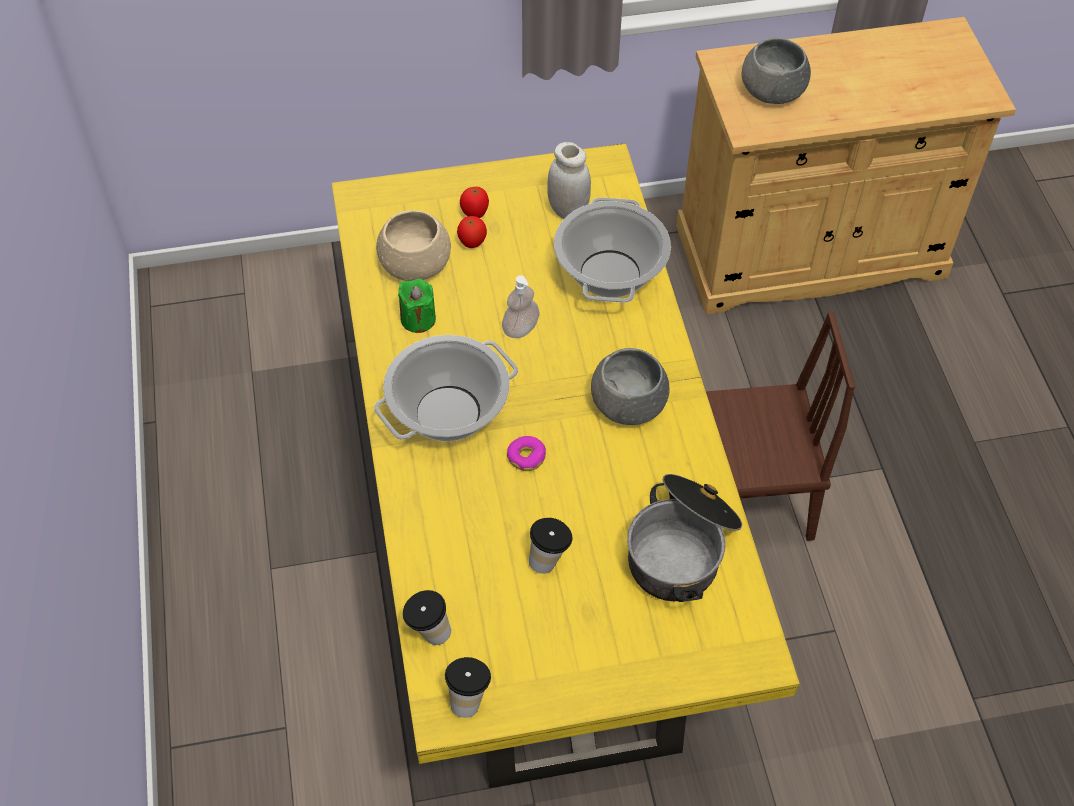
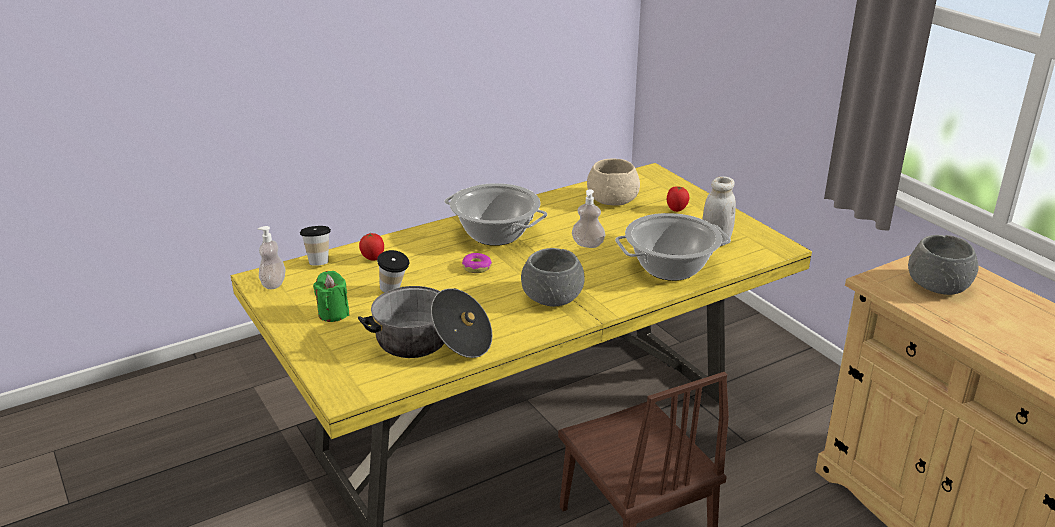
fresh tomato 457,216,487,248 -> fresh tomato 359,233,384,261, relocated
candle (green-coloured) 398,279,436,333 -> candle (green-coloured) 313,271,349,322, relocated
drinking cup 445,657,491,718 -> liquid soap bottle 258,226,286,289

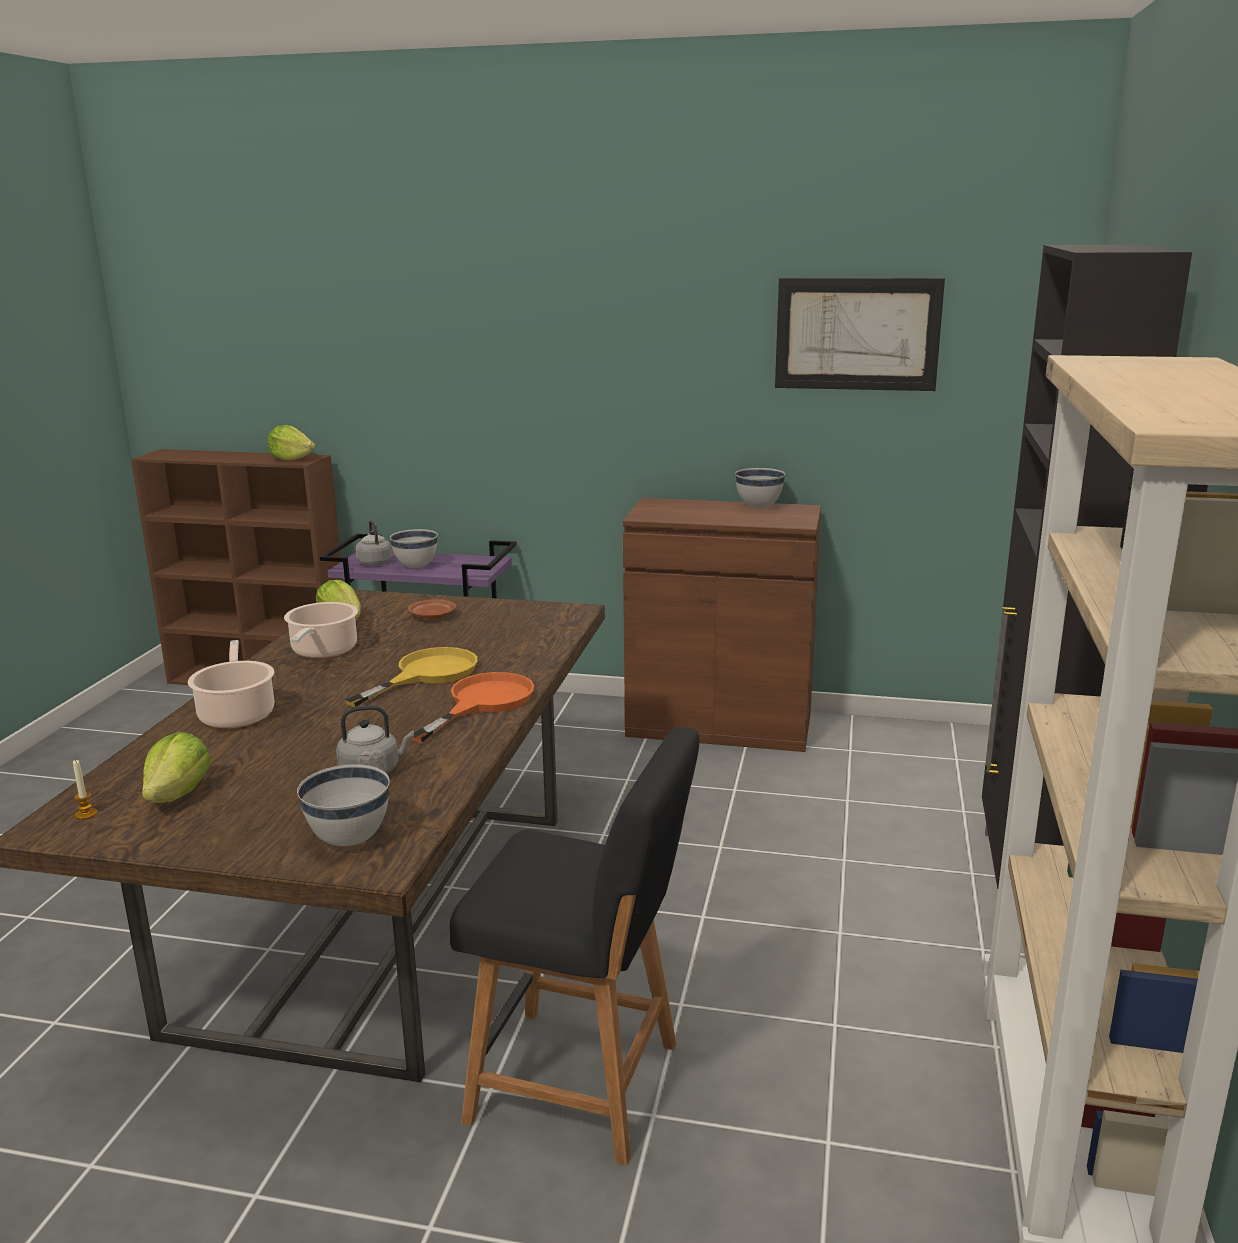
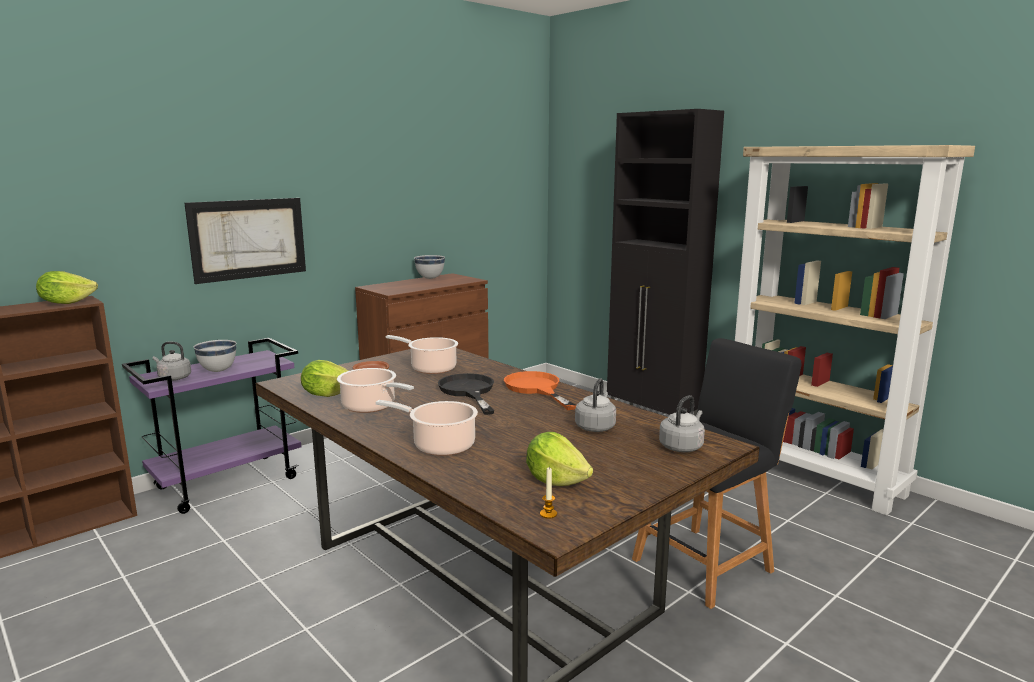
picture 775,278,945,391 -> picture 184,198,306,284, relocated
pan (yellow) 345,647,478,707 -> pan (blackish) 438,373,494,415
serving bowl (white-coloured) 297,764,390,846 -> water kettle (grey) 659,395,705,452
none -> stockpot 386,335,458,374

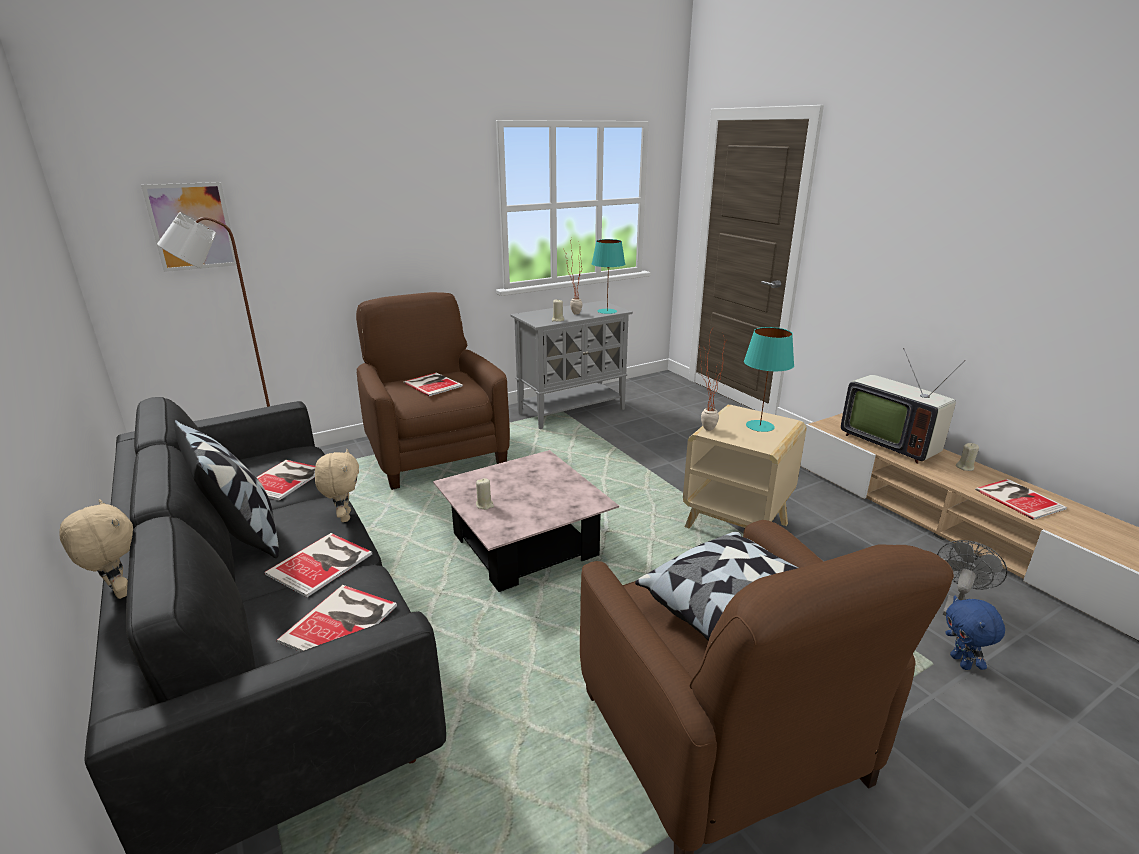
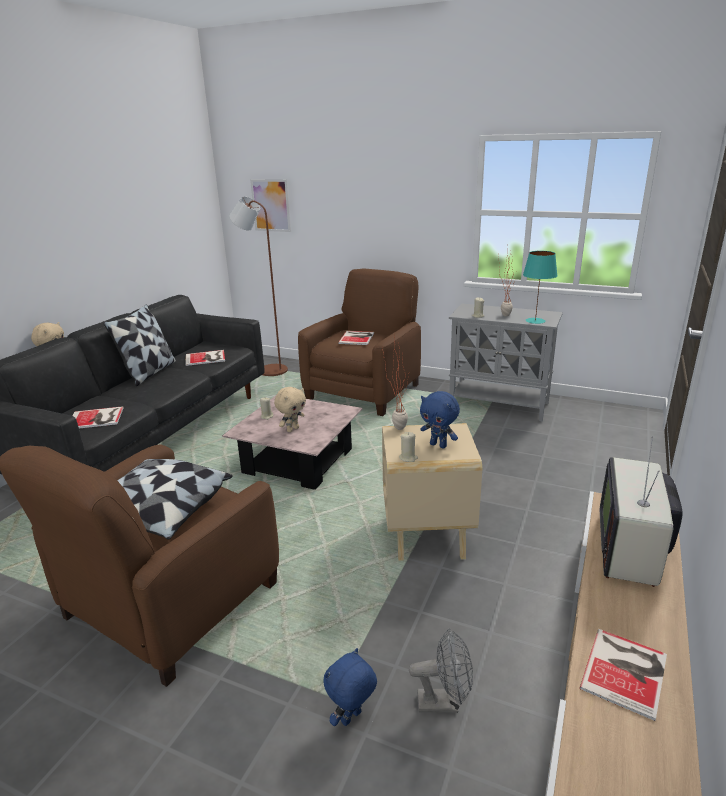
lamp for a table (turquoise-coloured) 744,327,794,432 -> cuddly toy (bluish) 420,391,460,448
candle (sand-coloured) 956,443,979,471 -> candle (sand-coloured) 399,432,418,462, relocated
cuddly toy (sand-coloured) 315,449,359,522 -> cuddly toy (sand-coloured) 274,387,306,432, relocated
volume 264,533,372,597 -> none

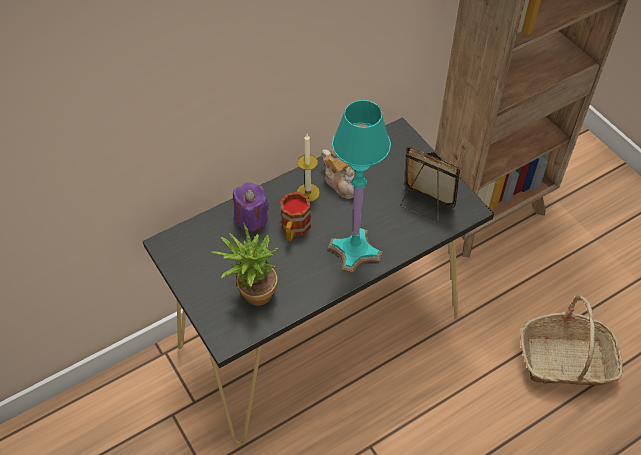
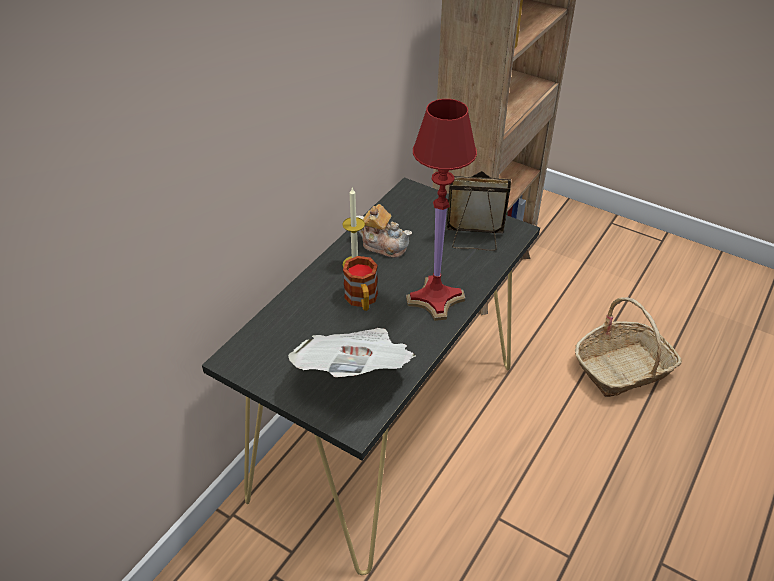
lamp for a table (turquoise-coloured) 328,100,391,274 -> lamp for a table (red-coloured) 406,99,477,321
candle (purple) 233,183,269,232 -> none
plant in a pot 210,223,278,306 -> printed paper 288,328,416,377

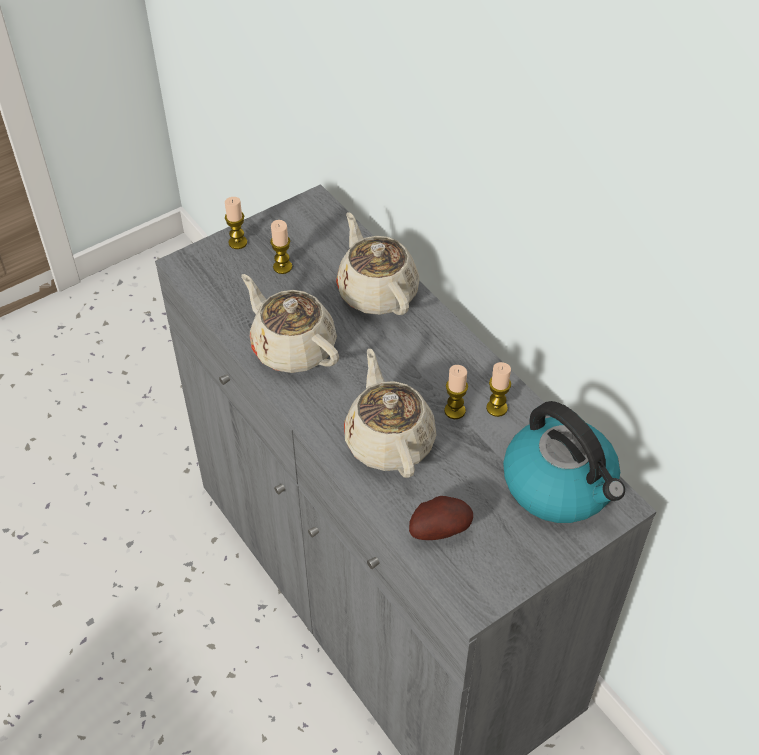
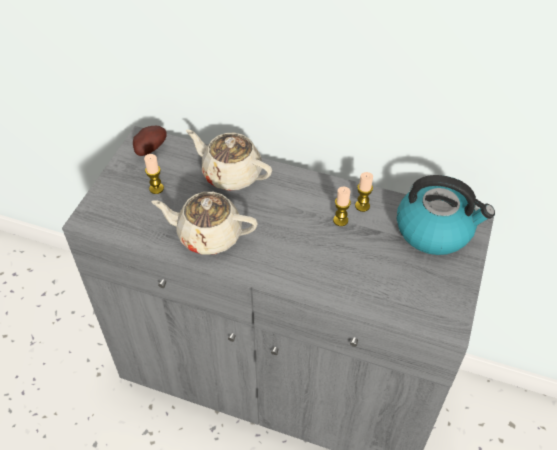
candle 225,197,247,249 -> none
pot for tea (sand-coloured) 344,348,436,478 -> none
spud 409,496,473,540 -> spud 133,126,167,156, relocated

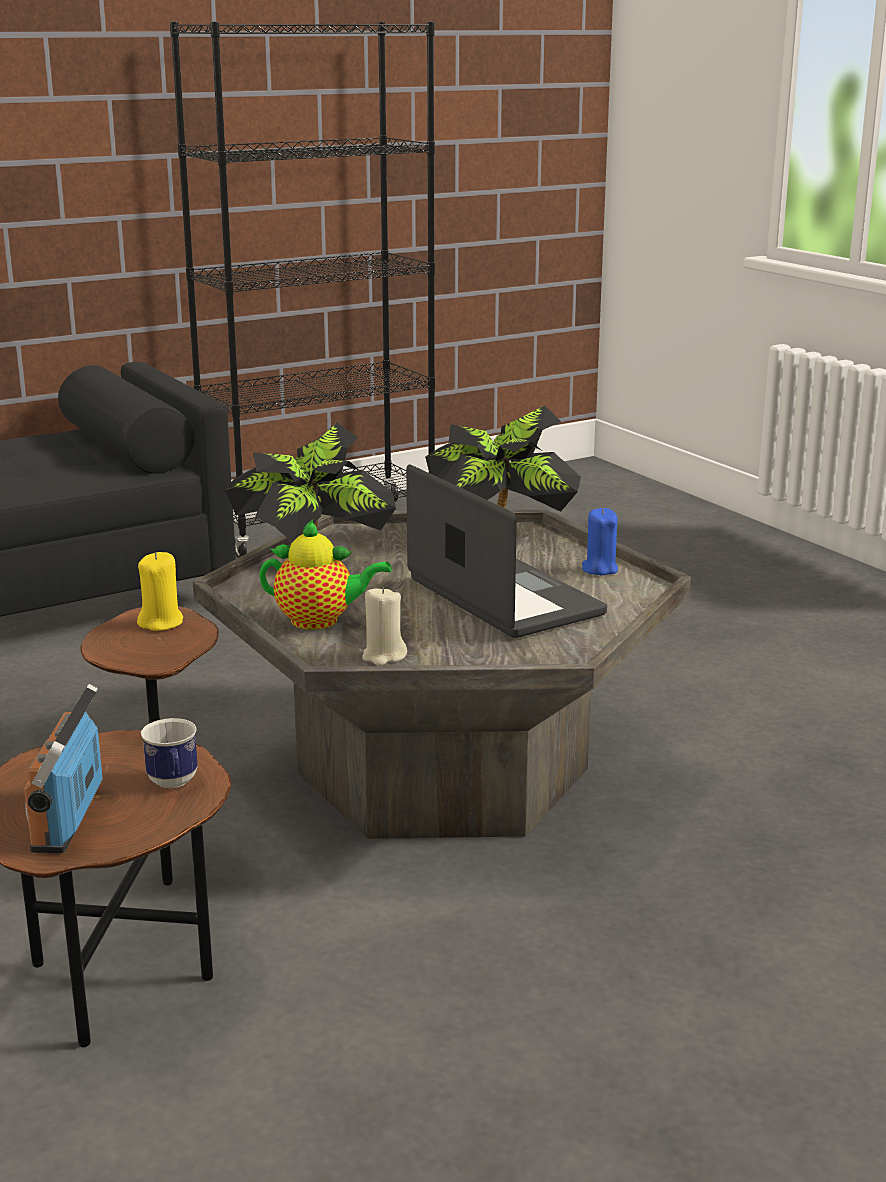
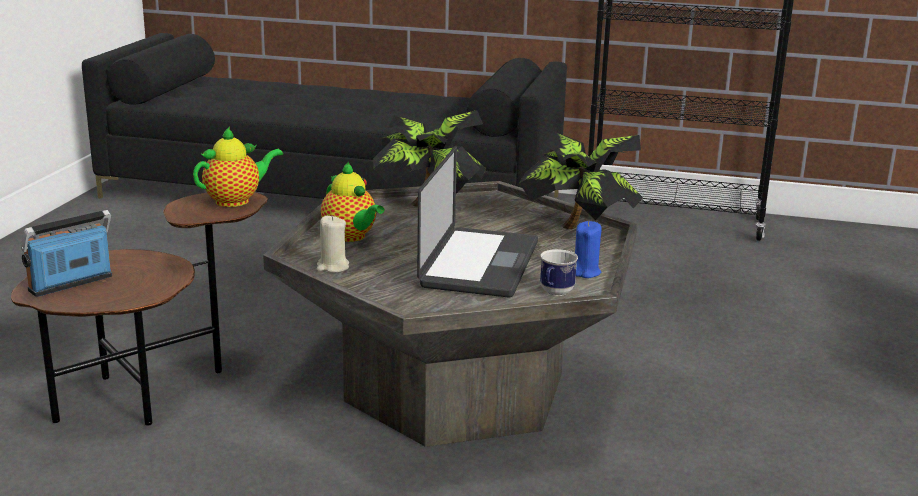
candle (yellow) 137,552,183,631 -> pot for tea 193,127,283,207
tea mug 141,718,198,788 -> tea mug 540,249,578,296, relocated

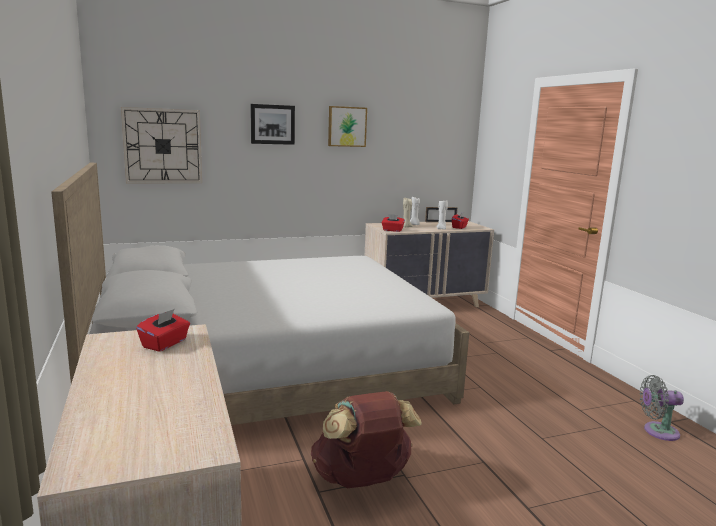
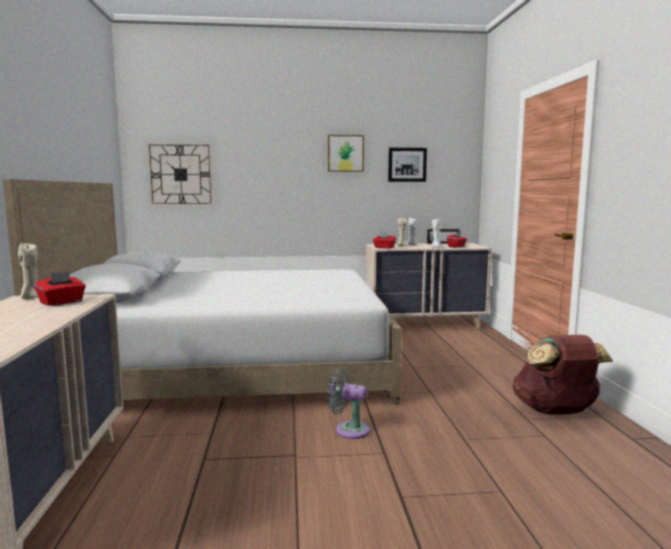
picture 250,104,295,145 -> picture 388,148,427,182, relocated
cooling fan (grey) 639,375,684,441 -> cooling fan (grey) 326,367,370,439, relocated
backpack (brown) 311,391,422,488 -> backpack (brown) 513,335,613,414, relocated
none -> candle (sand-coloured) 18,243,38,299

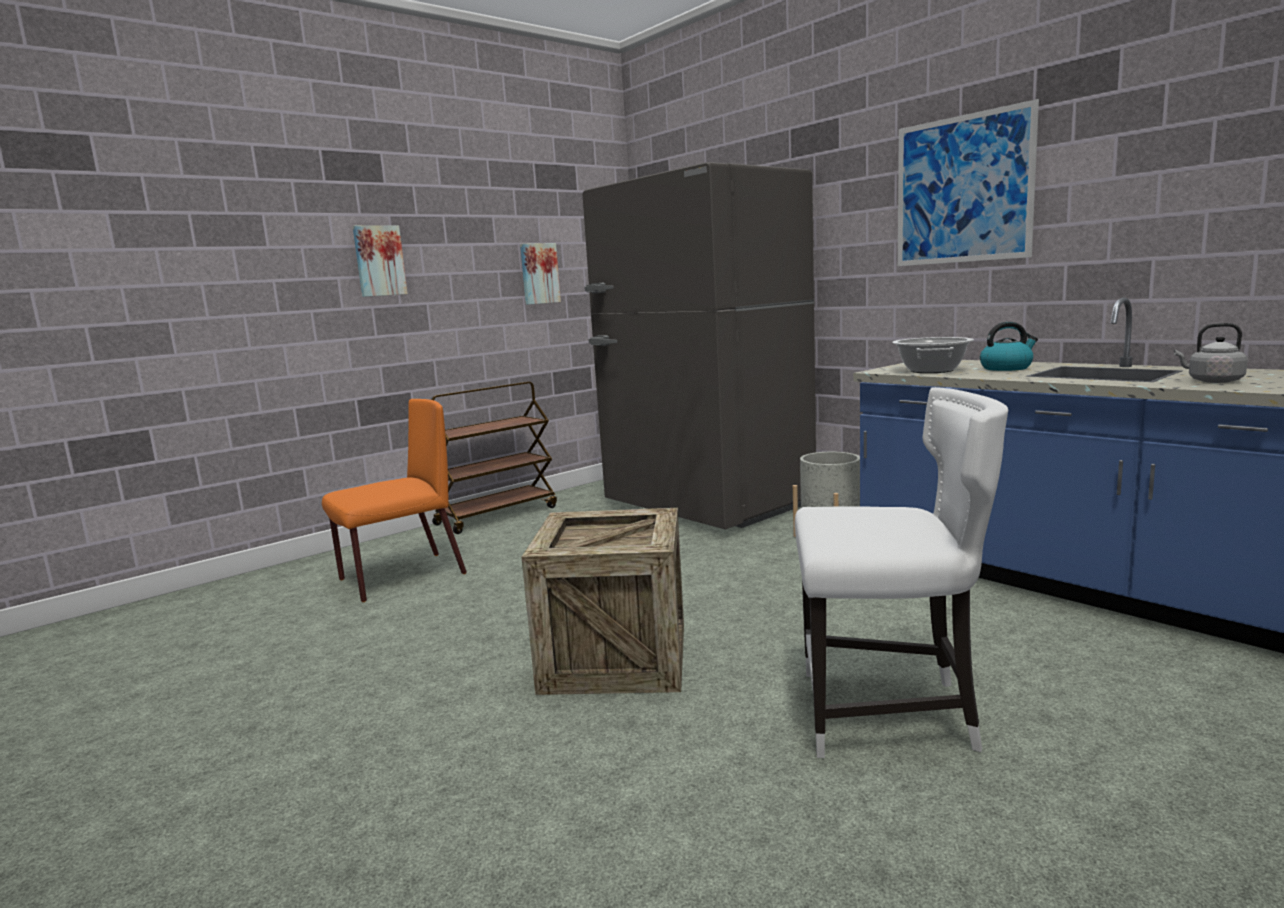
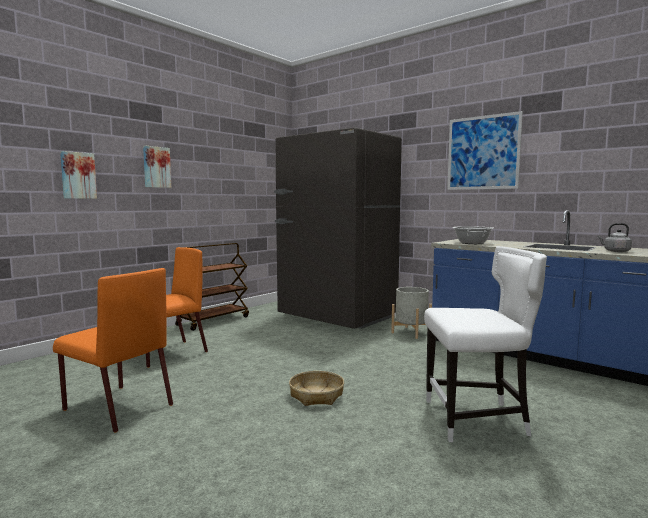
picture 520,243,561,305 -> picture 60,151,97,199, relocated
water kettle 980,322,1038,371 -> none
shipping crate 522,508,684,695 -> storage basket 289,371,344,406
none -> upright chair (orange-coloured) 53,268,173,433

